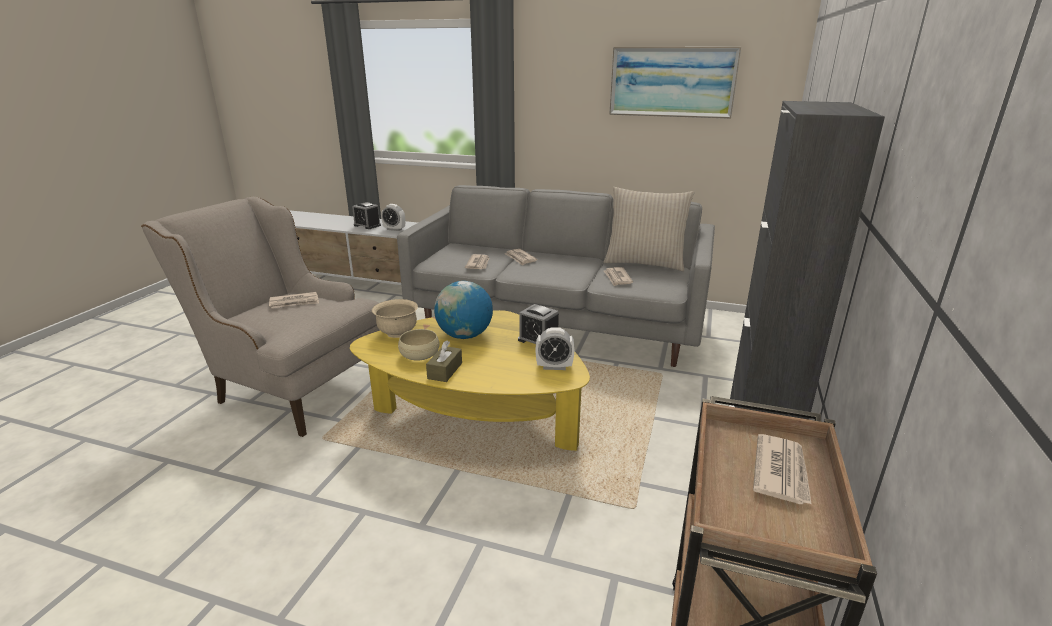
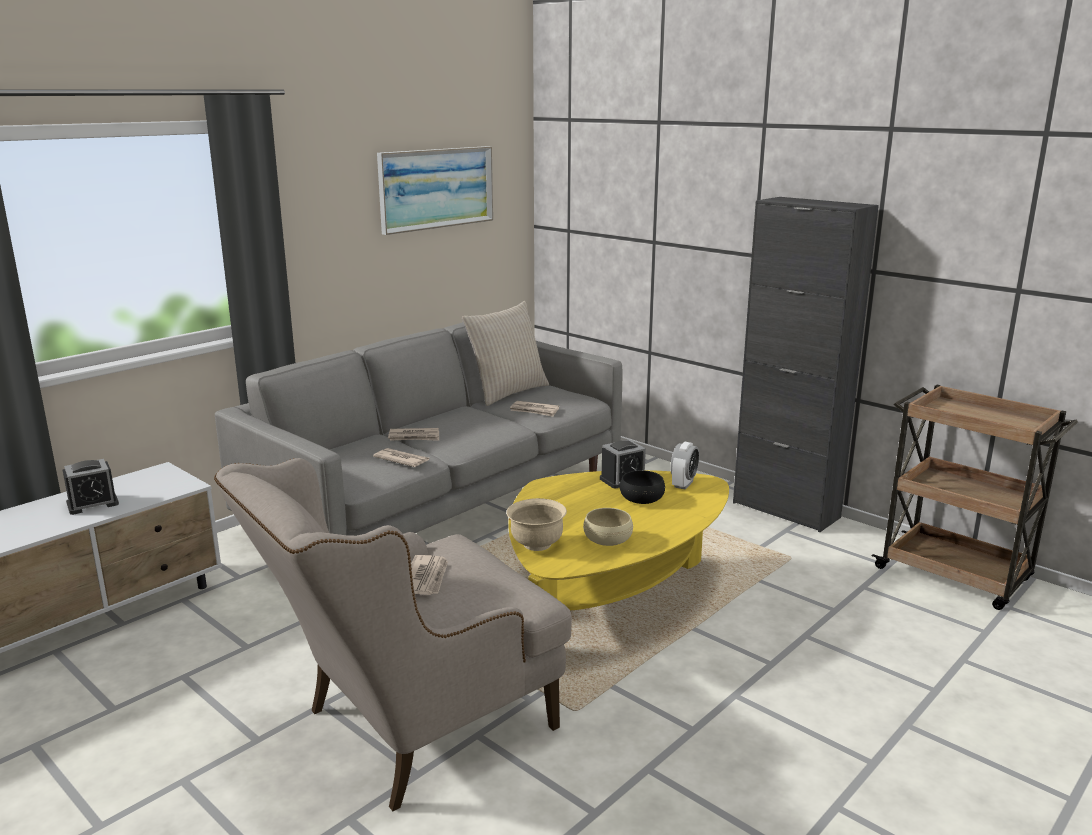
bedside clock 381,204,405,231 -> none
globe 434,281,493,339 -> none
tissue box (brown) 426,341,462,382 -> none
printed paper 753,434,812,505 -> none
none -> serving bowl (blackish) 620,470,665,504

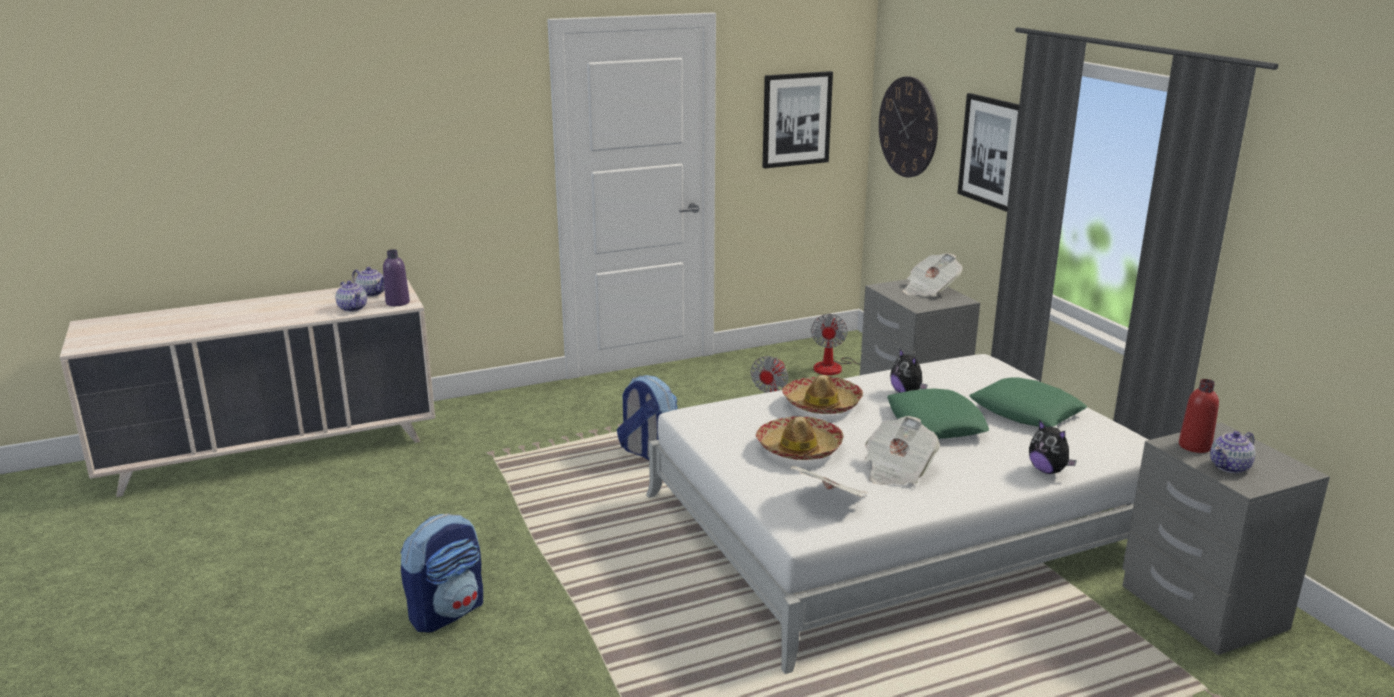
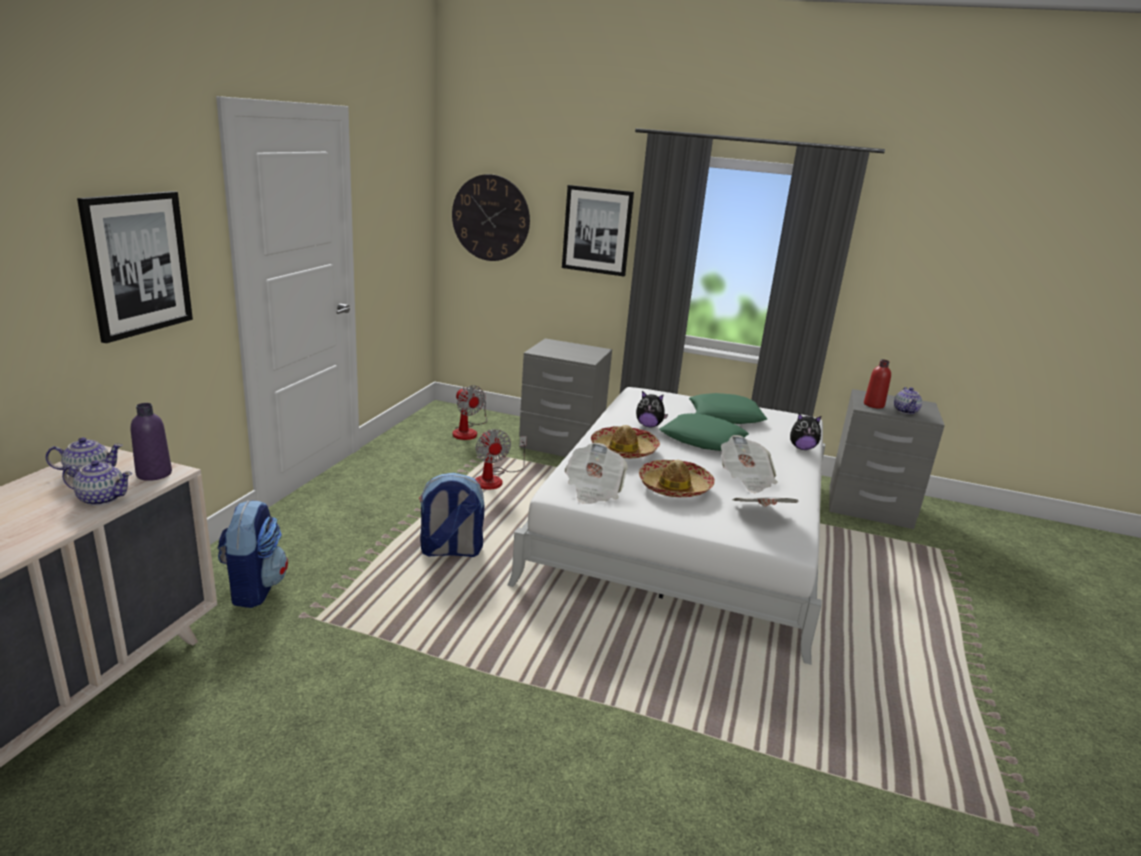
picture 763,71,833,169 -> picture 77,191,193,343, relocated
printed paper 903,253,963,297 -> printed paper 565,443,628,504, relocated
backpack 400,513,483,633 -> backpack 217,500,288,608, relocated

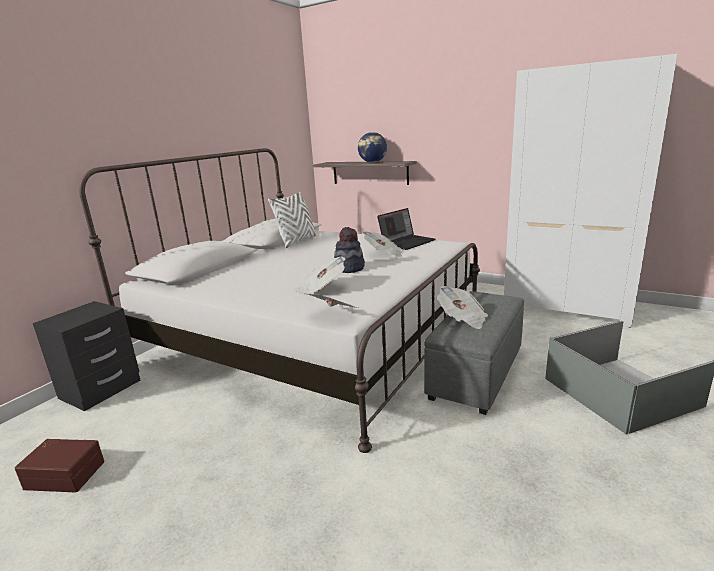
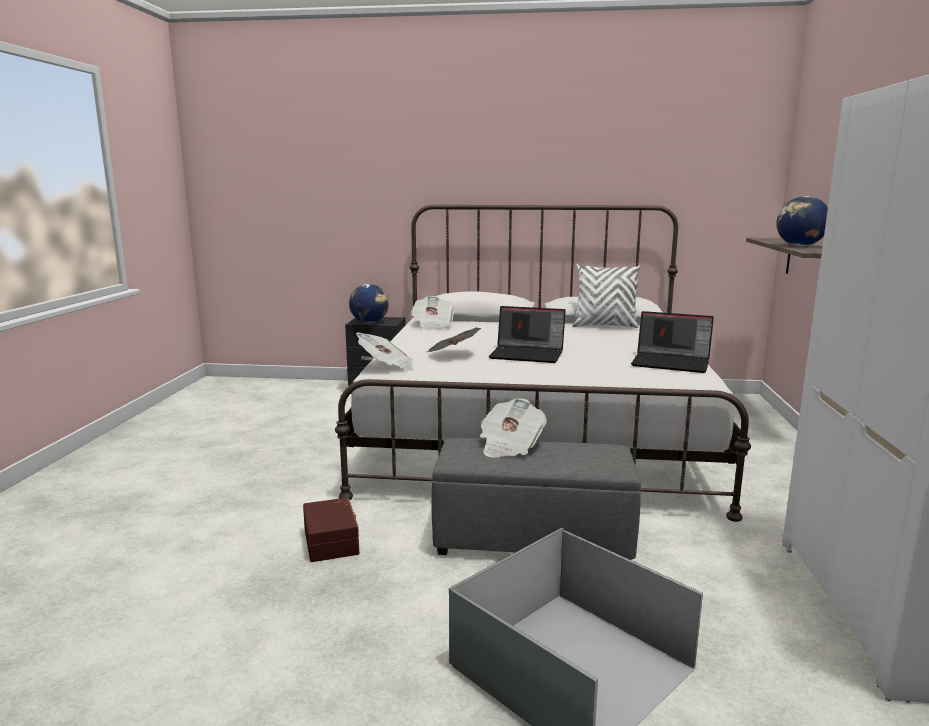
wearable hat 334,227,365,273 -> notebook computer 489,306,566,363
printed paper 363,231,402,257 -> printed paper 411,296,455,331, relocated
storage bin (brown) 14,439,104,493 -> storage bin (brown) 303,497,359,562, relocated
none -> globe 349,284,388,323

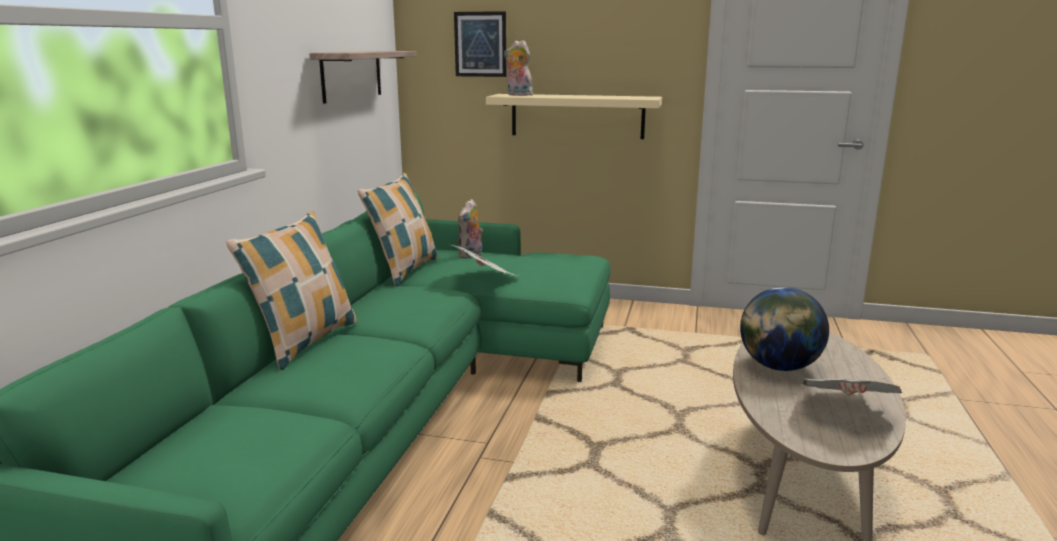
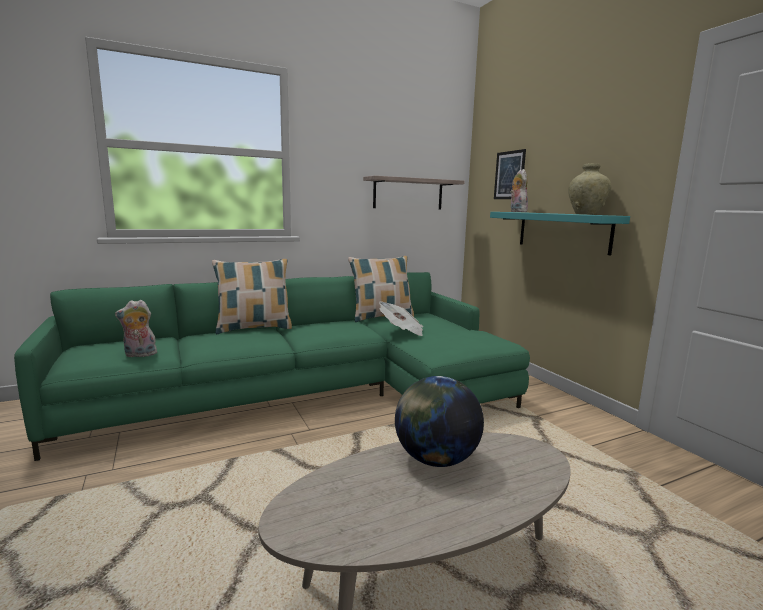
bracket shelf (sand-coloured) 486,94,662,139 -> bracket shelf (turquoise-coloured) 490,212,630,256
cuddly toy 458,199,483,258 -> cuddly toy 115,300,157,357, relocated
printed paper 801,379,903,396 -> none
none -> vase (sand-coloured) 568,163,611,214

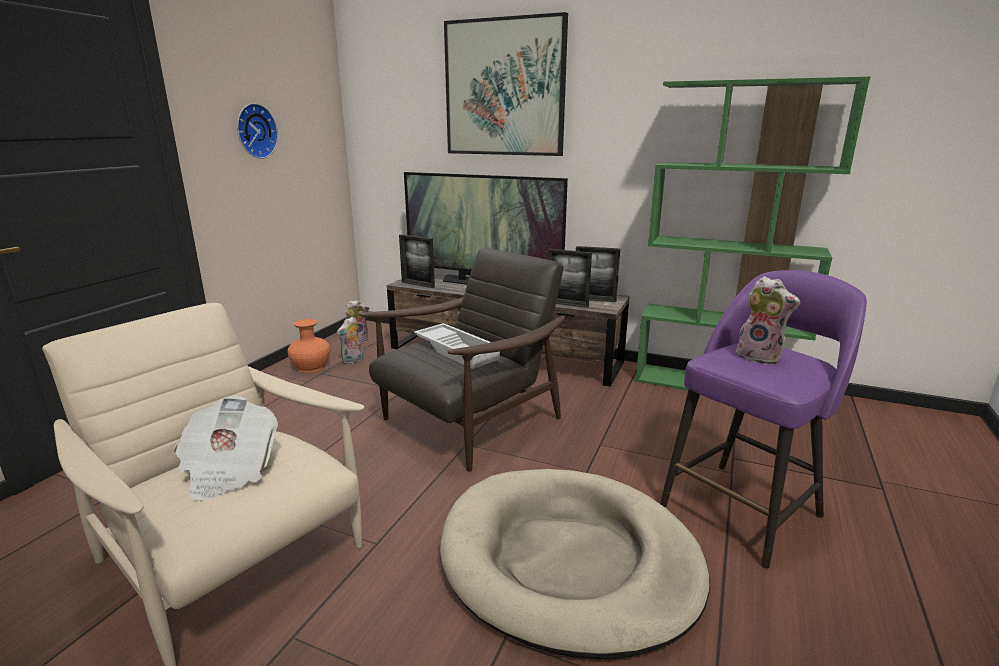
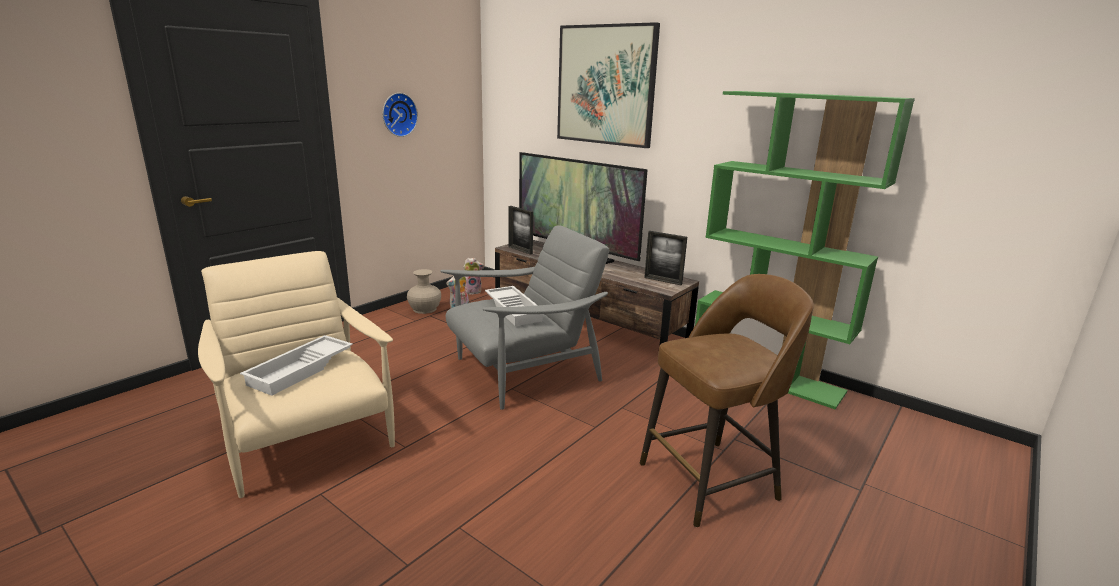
lounge chair (brown) 359,248,565,472 -> lounge chair (grey) 440,225,609,410
picture frame 547,249,592,308 -> none
stool (purple) 660,270,867,568 -> stool (brown) 640,274,814,527
cuddly toy 736,276,800,365 -> none
vase (orange-coloured) 287,319,330,373 -> vase (sand-coloured) 407,269,441,314
printed paper 174,396,278,501 -> serving tray (white-coloured) 240,335,353,396
pet bed (sand-coloured) 440,469,710,659 -> none

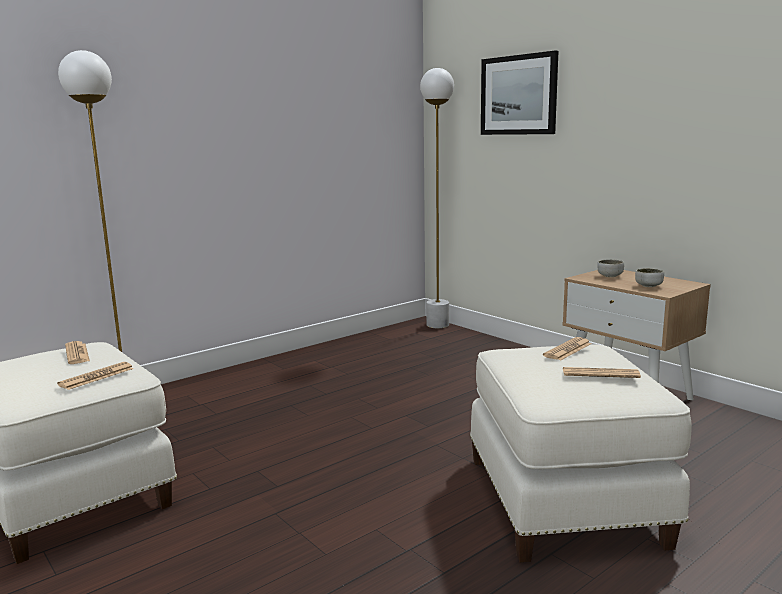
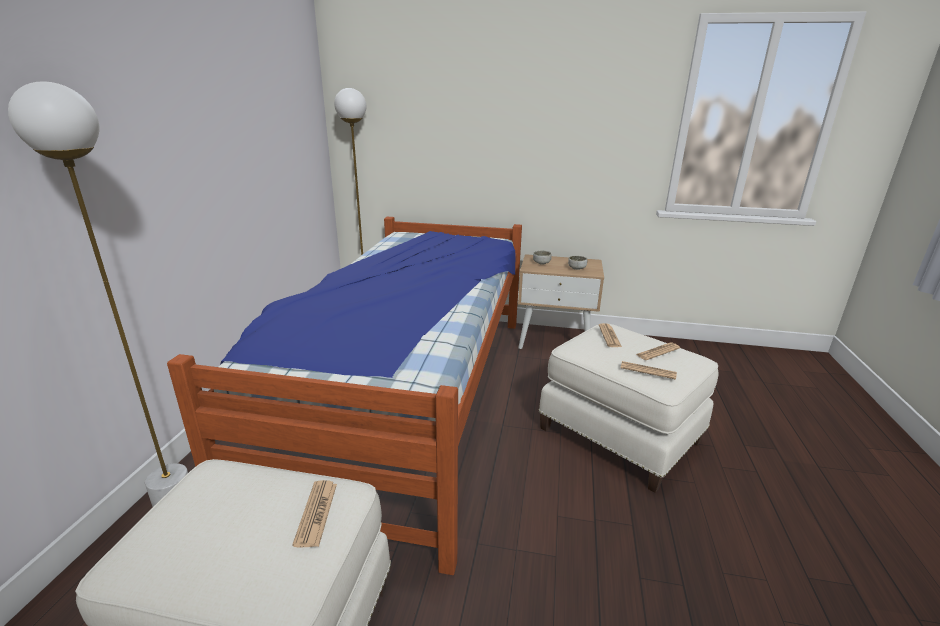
picture 481,50,558,135 -> none
printed paper 65,341,90,364 -> printed paper 621,361,677,380, relocated
none -> sleeping bed 167,217,522,575

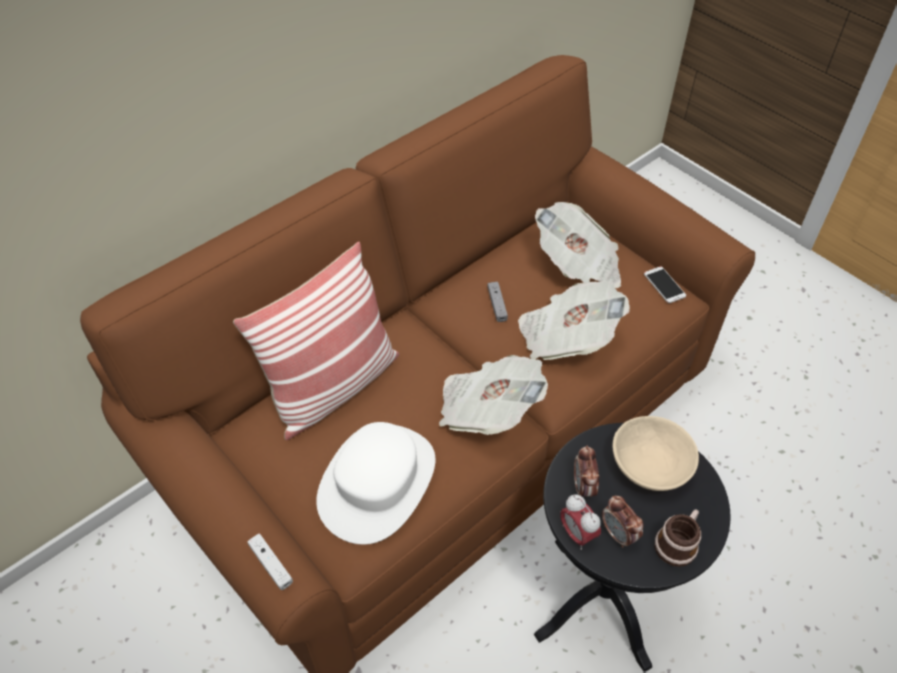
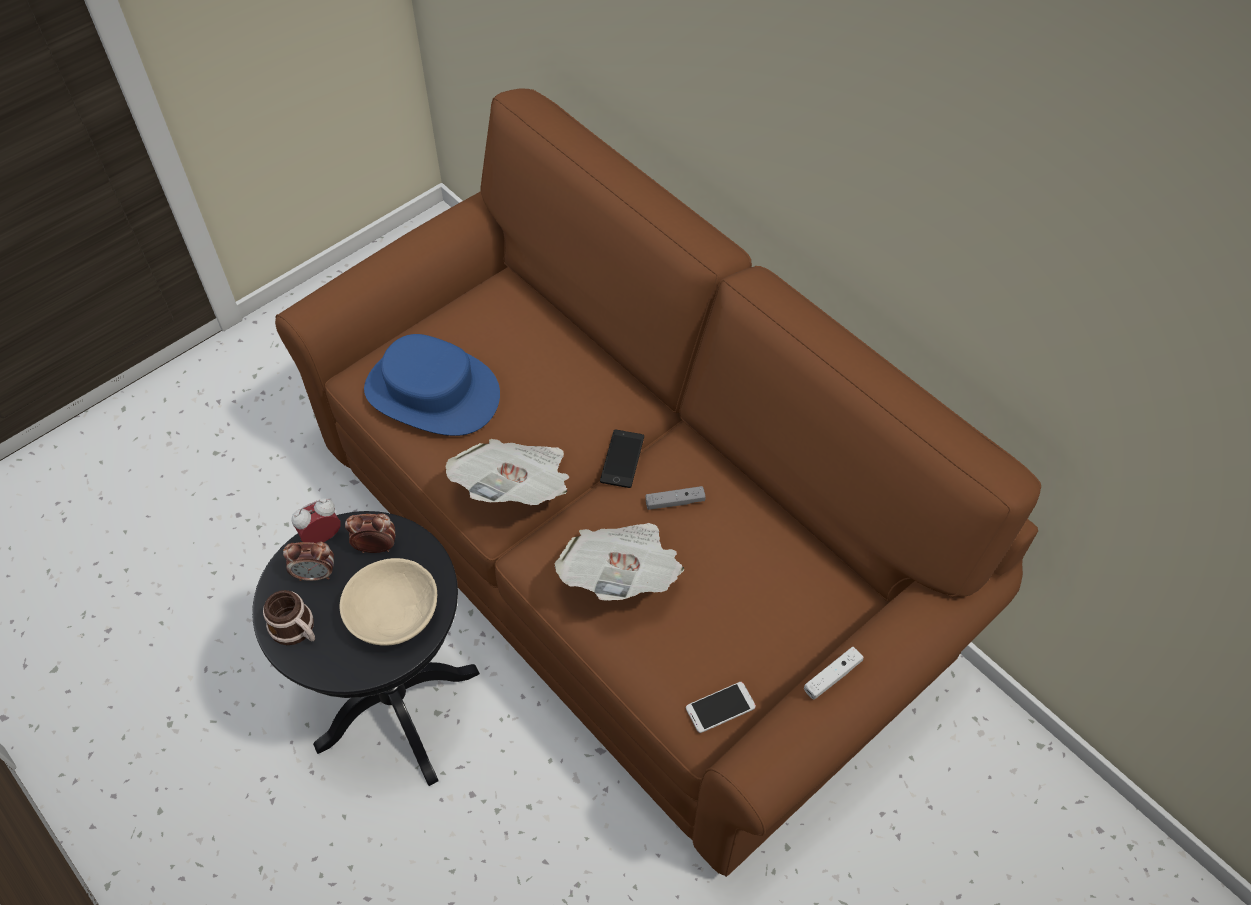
printed paper 535,202,621,288 -> none
pillow 233,242,399,440 -> none
wearable hat (white-coloured) 316,422,435,545 -> wearable hat (bluish) 364,334,500,436
bedside clock 602,496,644,548 -> bedside clock 283,542,334,581, 150 degrees counterclockwise
game controller (white-coloured) 247,533,293,590 -> game controller (white-coloured) 804,646,864,700, relocated
none -> handset 600,430,644,488

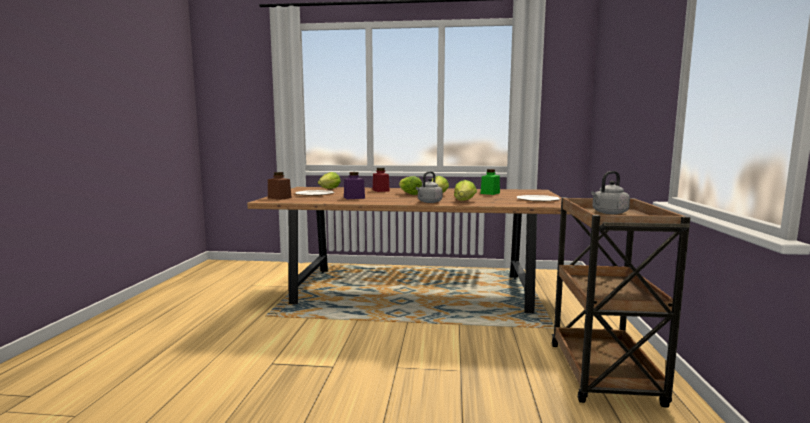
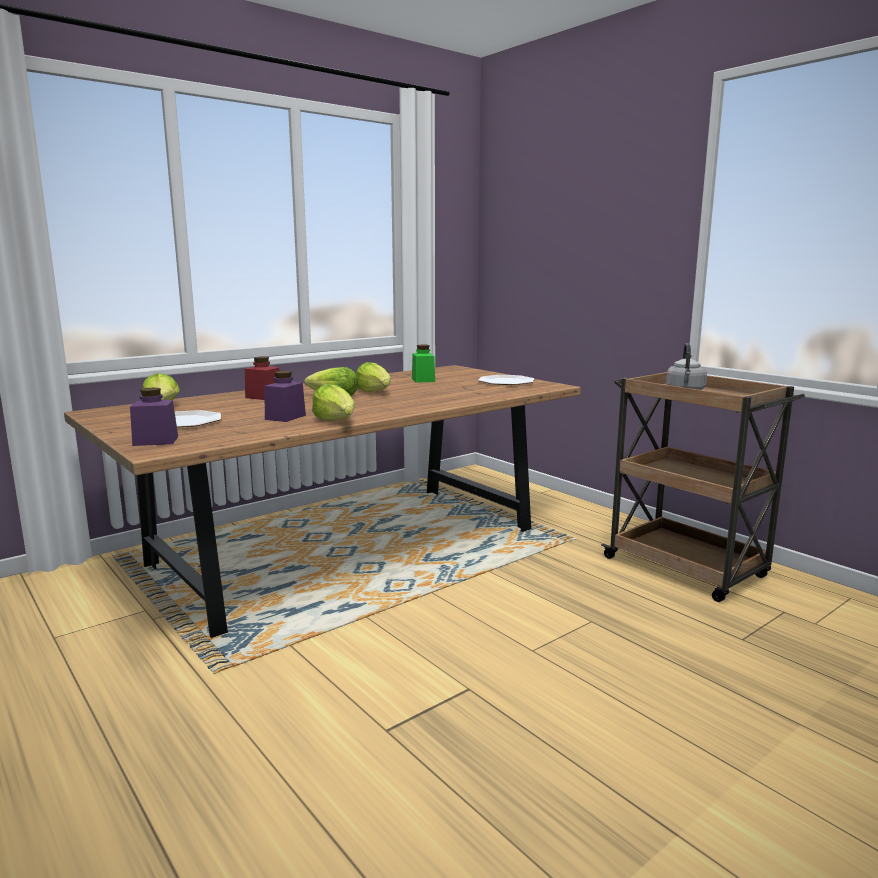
water kettle (grey) 416,171,443,203 -> none
jar (brown) 268,172,292,200 -> jar (purple) 130,388,178,446
head of lettuce 454,180,477,201 -> head of lettuce 312,384,355,421, relocated

